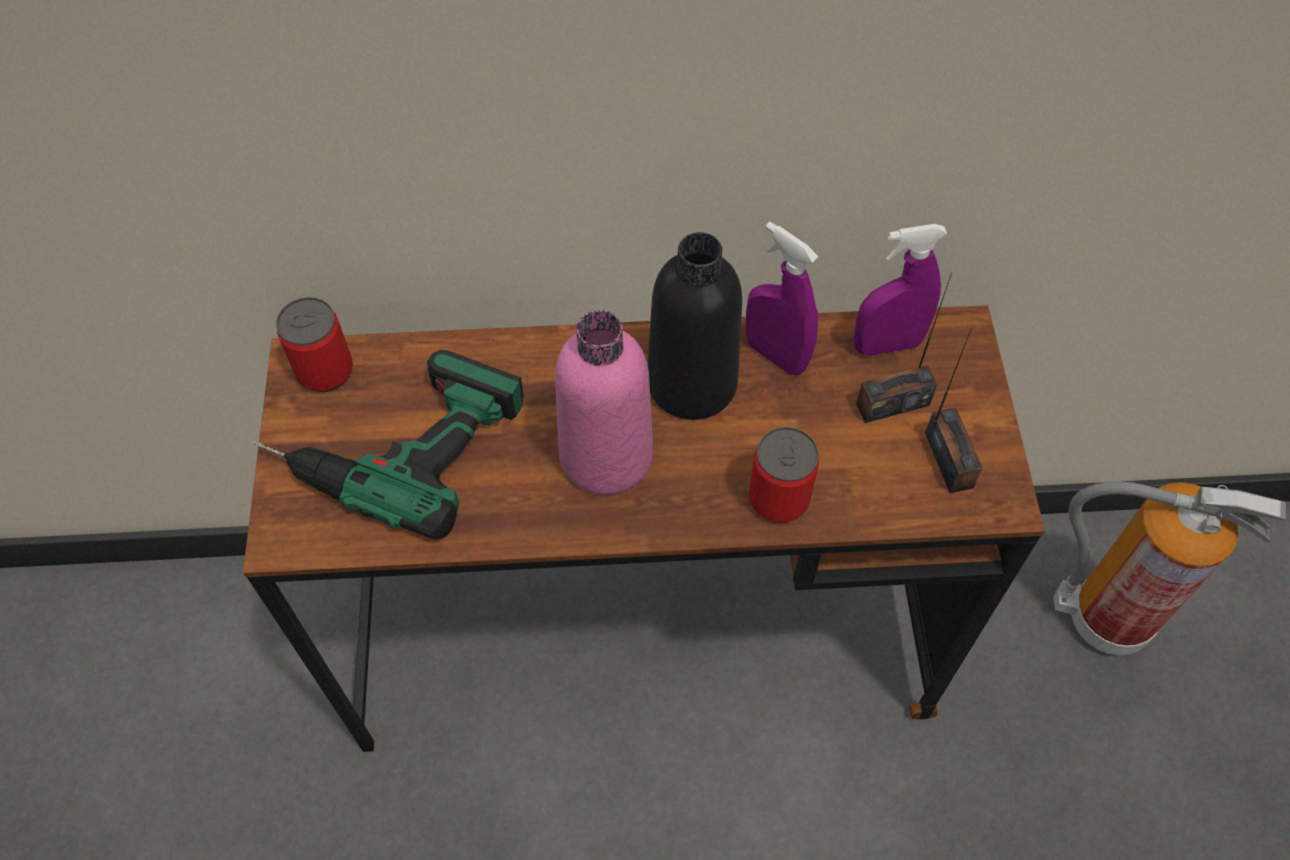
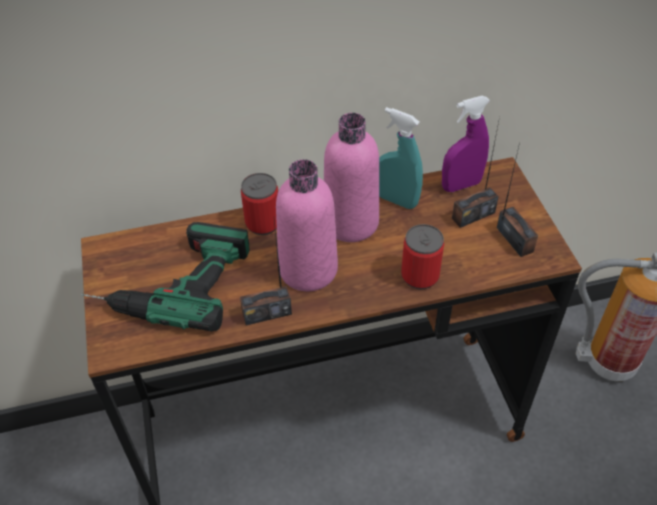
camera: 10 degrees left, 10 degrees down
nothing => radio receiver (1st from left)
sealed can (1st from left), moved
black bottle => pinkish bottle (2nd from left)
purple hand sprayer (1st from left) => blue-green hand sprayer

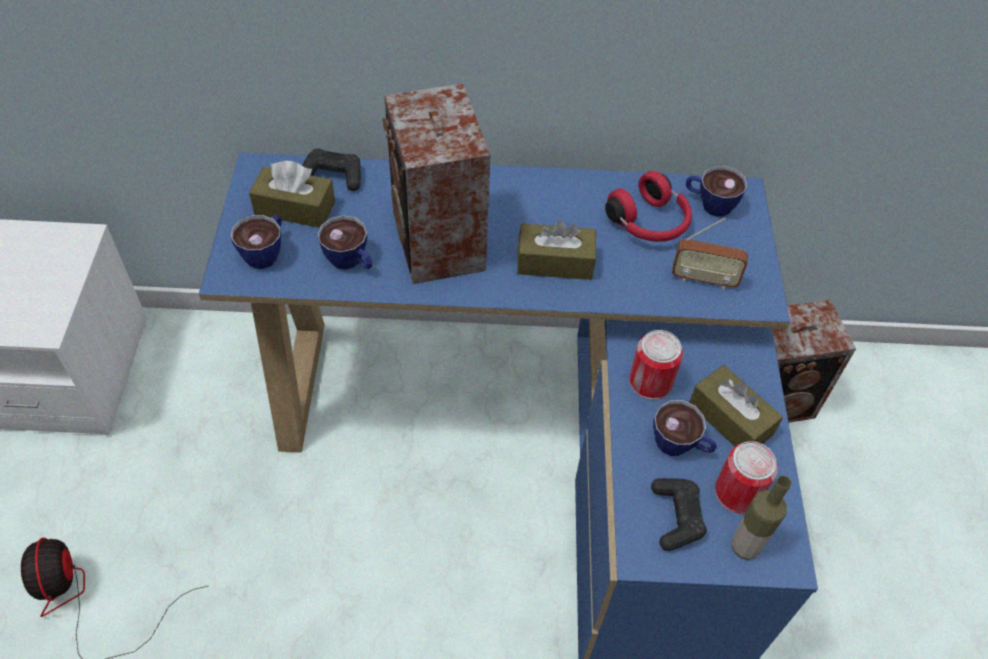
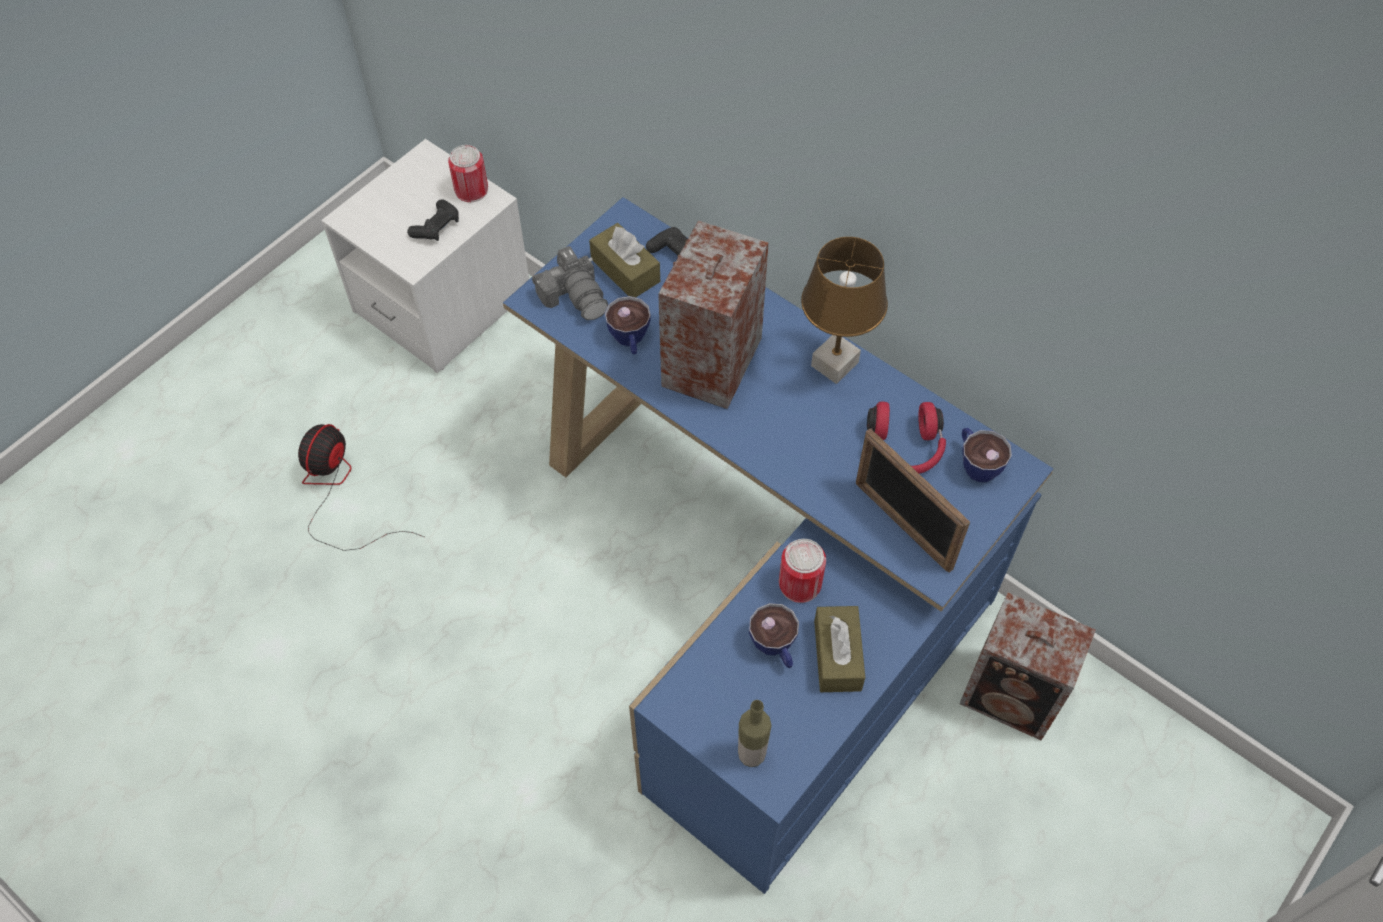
camera: 40 degrees right, 5 degrees up
brown-coloured box of tissues (2nd from left) => nothing
nothing => brown-coloured tabletop lamp
black joypad (2nd from left in the first image) => black joypad (1st from left), moved
sealed can (2nd from left in the first image) => sealed can (1st from left), moved
small cup (1st from left) => still camera
radio receiver => photo frame

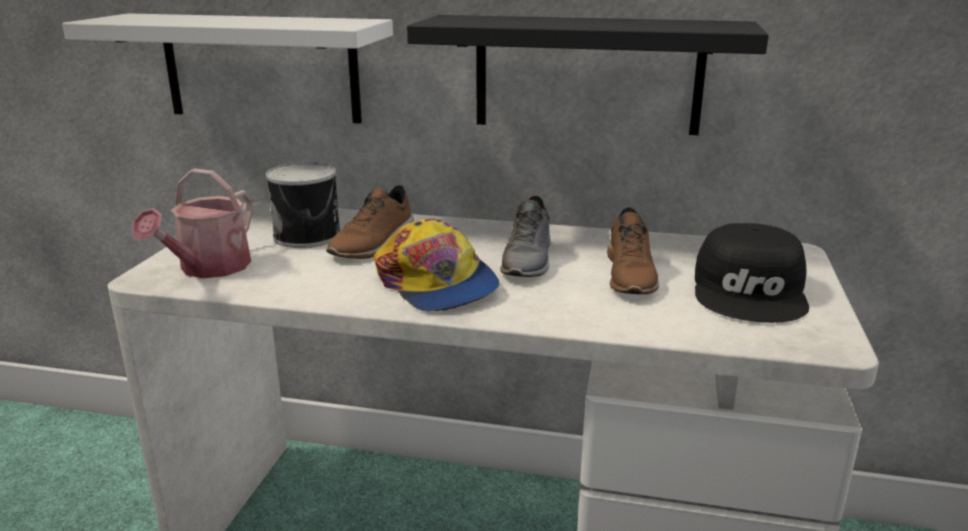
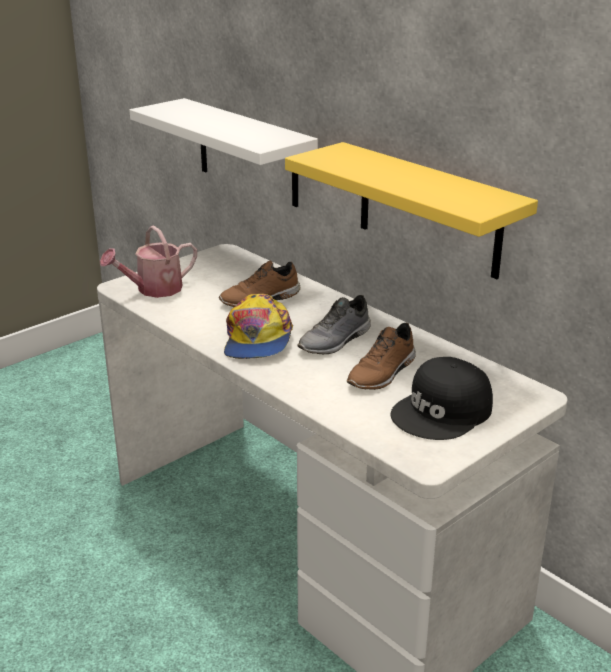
camera: 35 degrees right, 5 degrees up
sealed can => nothing
black bracket shelf => yellowish bracket shelf

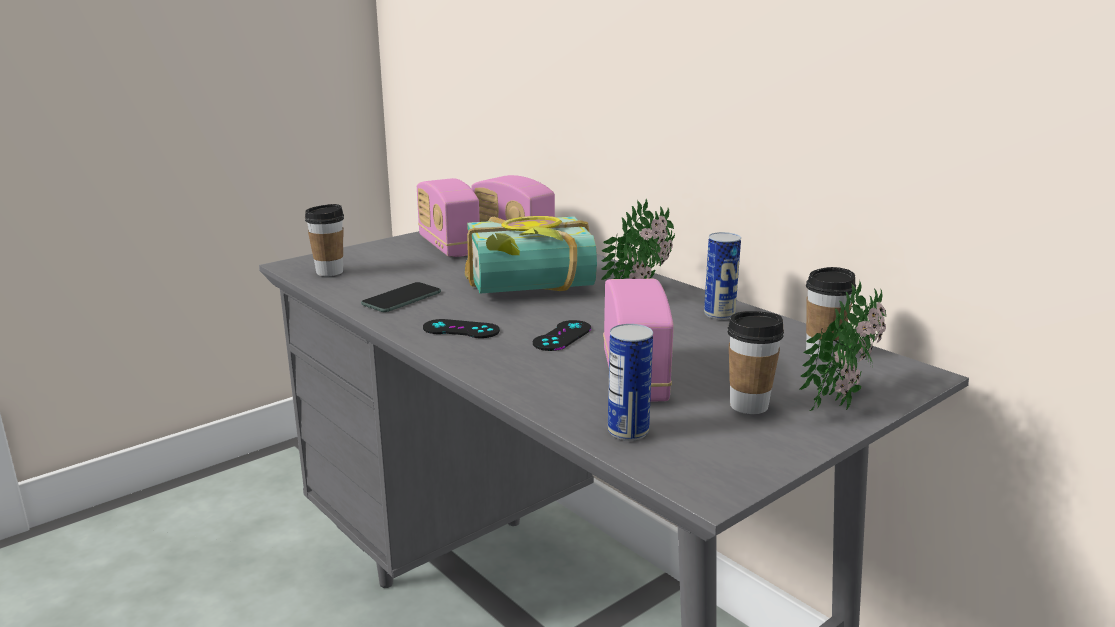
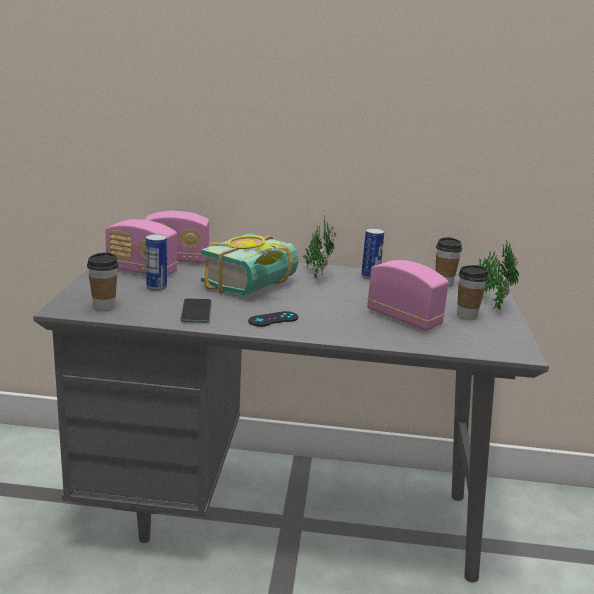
camera: 45 degrees left, 0 degrees up
black joypad (2nd from left) => nothing
sealed can (1st from left), moved

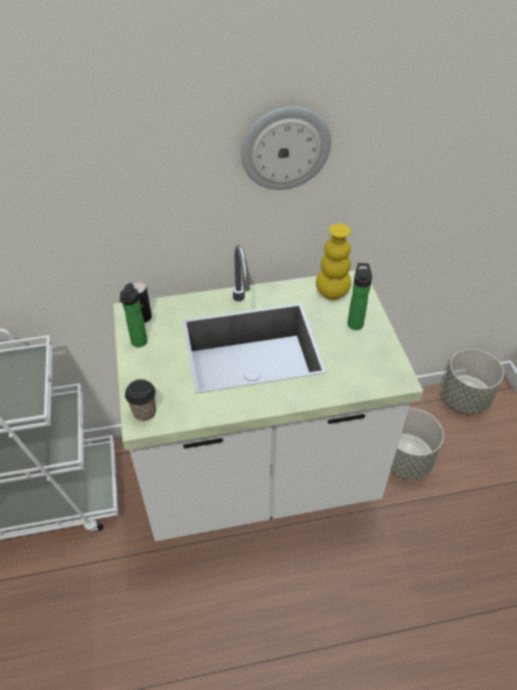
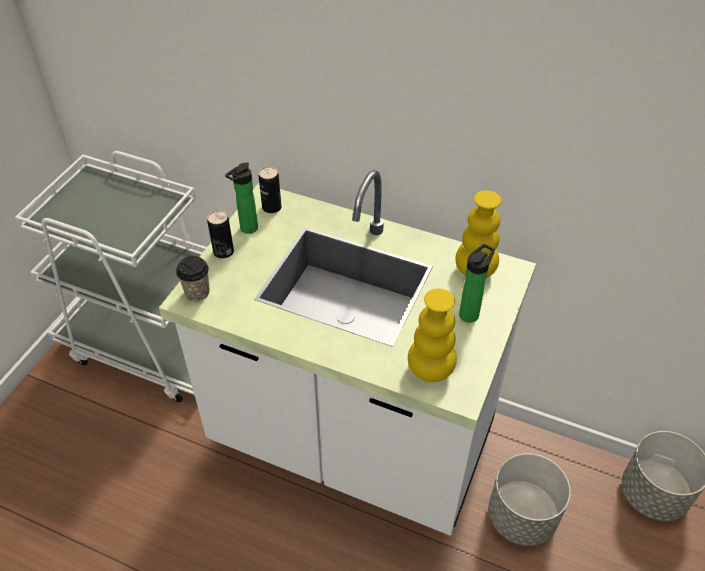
camera: 35 degrees right, 0 degrees up
clock on the wall => nothing
nothing => sealed can (1st from left)
nothing => yellowish decorative vase (1st from left)

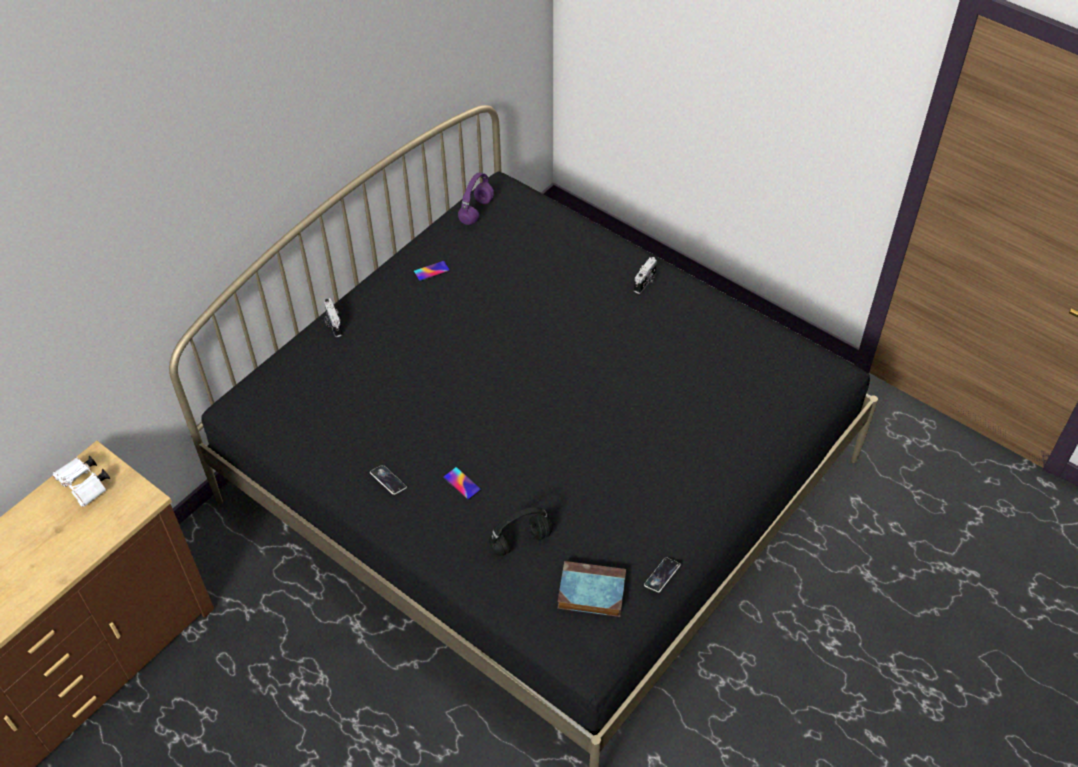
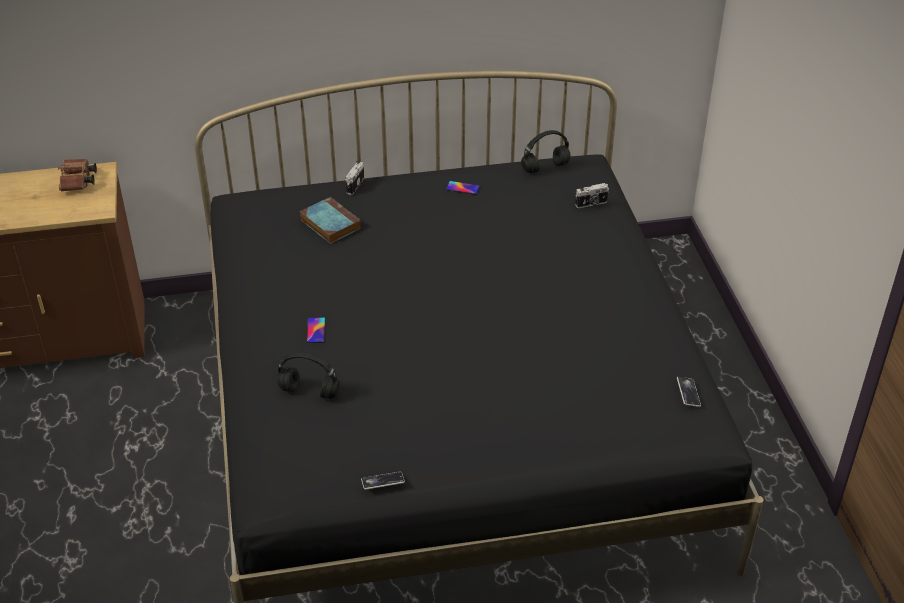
camera: 40 degrees right, 10 degrees down
telephone (1st from left in the first image) => telephone (4th from left), moved
bound book, moved
still camera (2nd from left), moved
white-coloured binoculars => brown-coloured binoculars
purple headphones => black headphones (2nd from left)

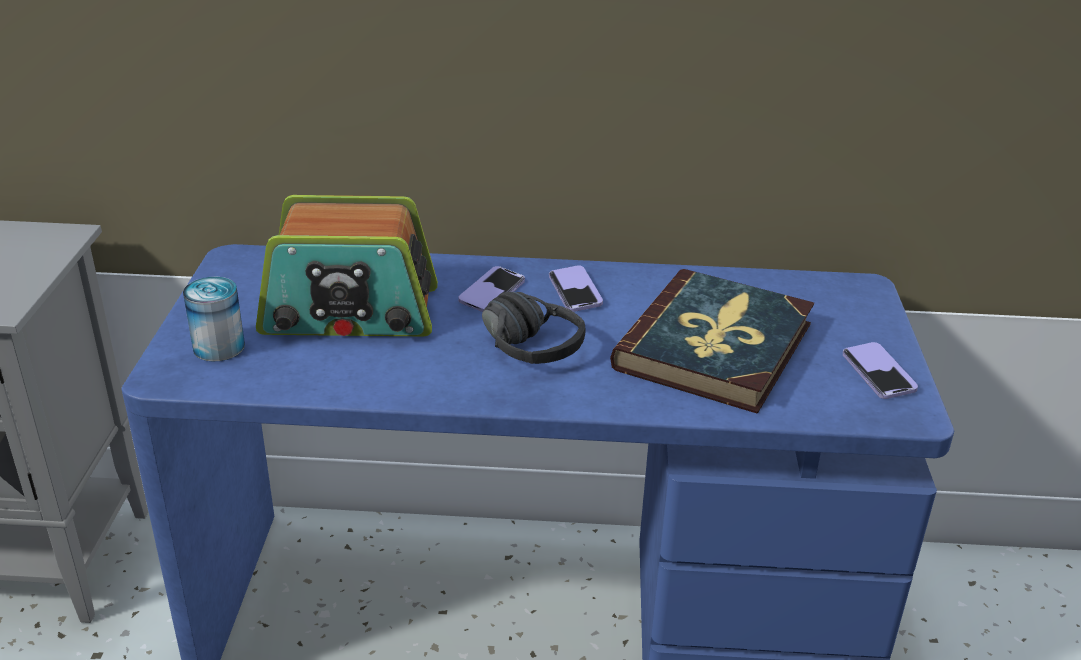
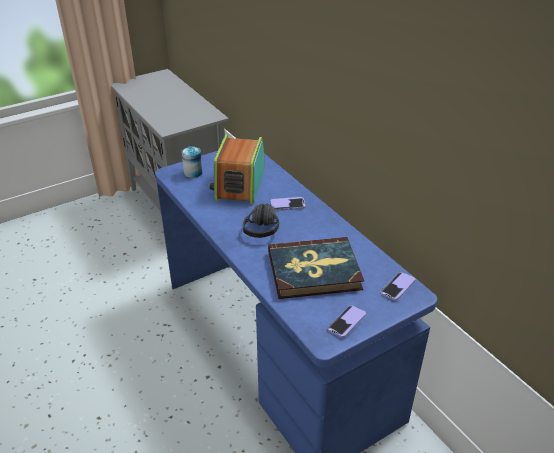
camera: 55 degrees right, 5 degrees up
telephone (2nd from left in the first image) => telephone (3rd from left), moved
radio receiver, 45 degrees clockwise

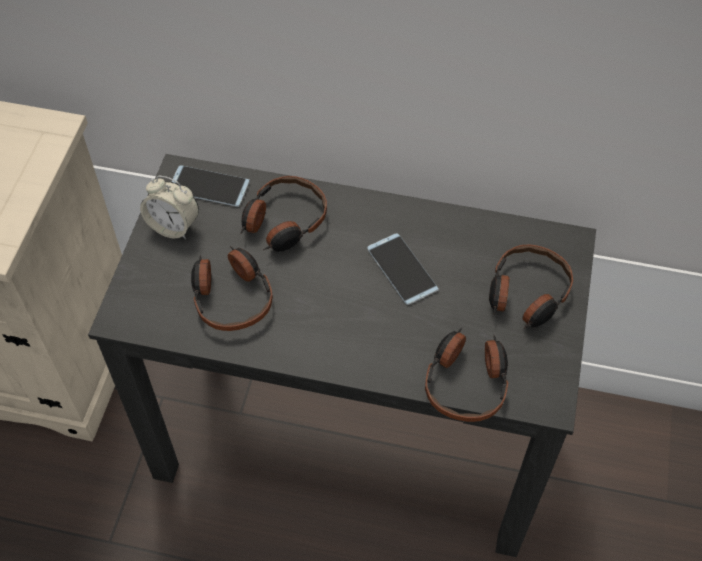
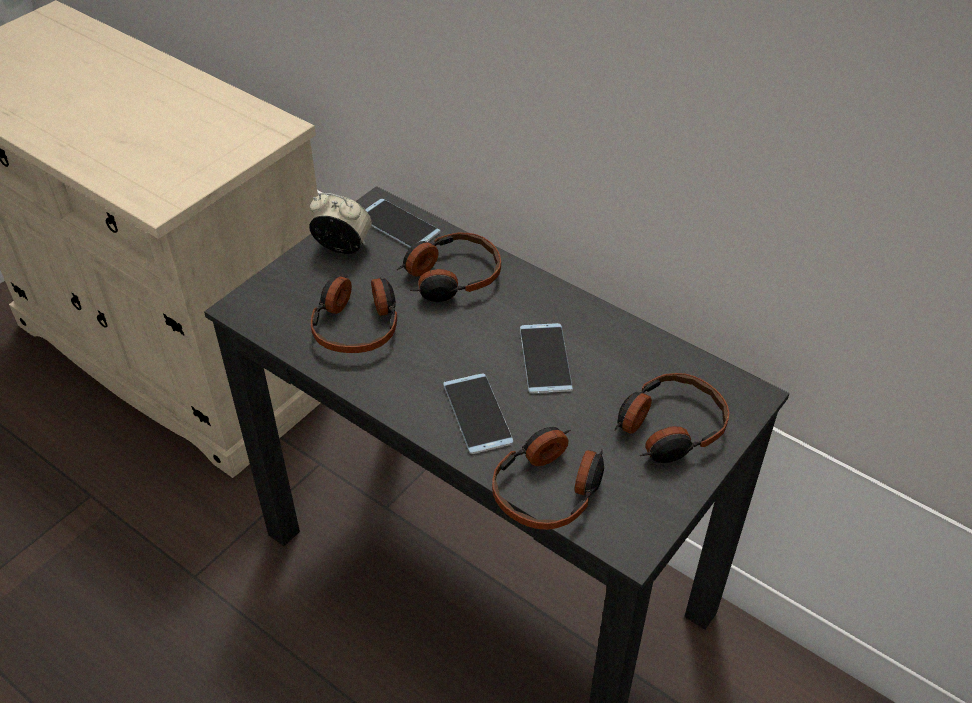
camera: 25 degrees right, 10 degrees down
nothing => telephone (2nd from left)
table clock, 150 degrees clockwise

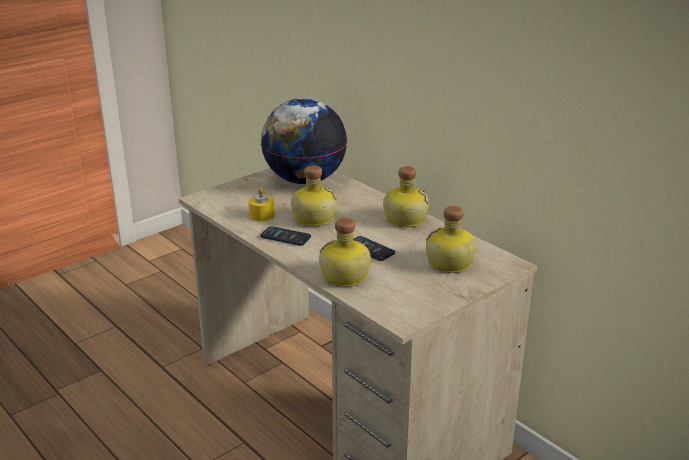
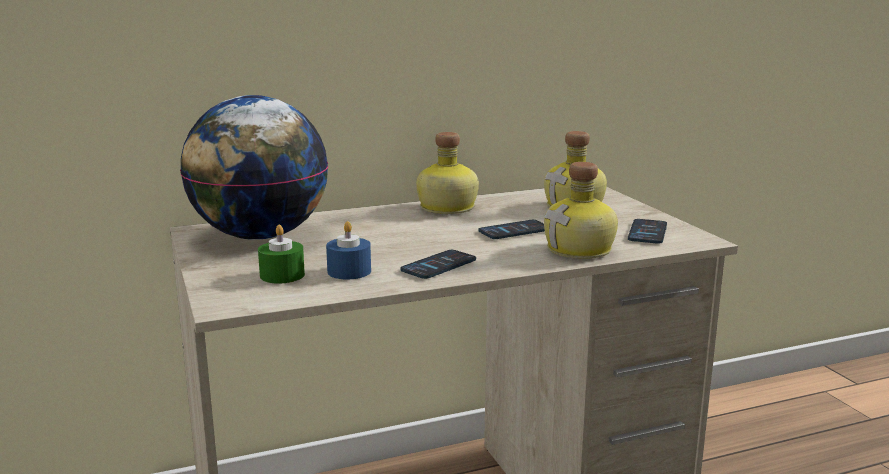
camera: 70 degrees left, 10 degrees down
bottle (1st from left) => nothing
nothing => greenish candle
nothing => telephone (3rd from left)
yellowish candle => bluish candle

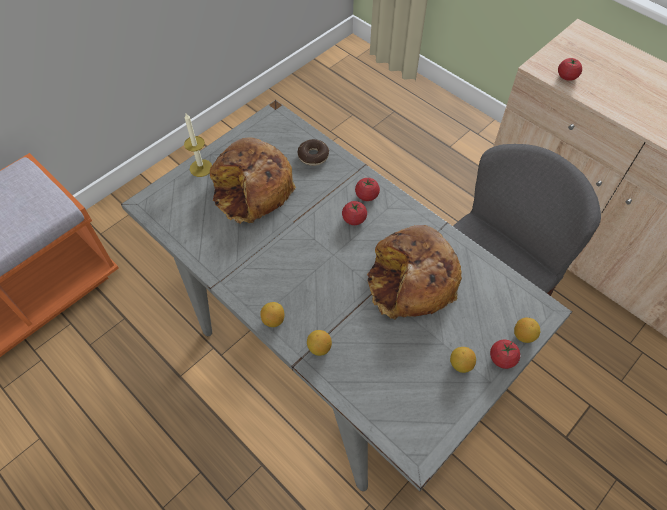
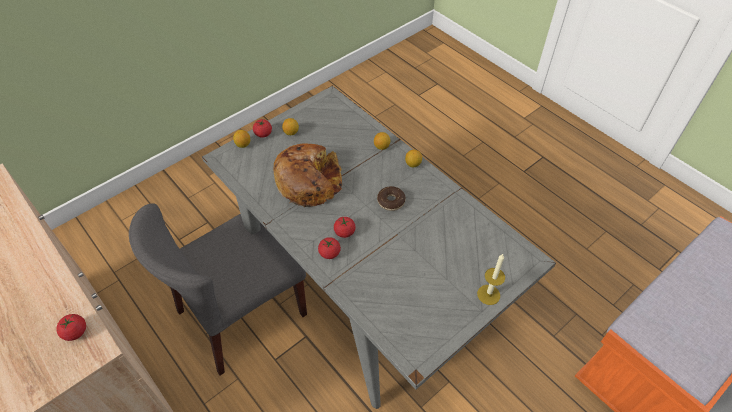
camera: 175 degrees left, 5 degrees down
bread (1st from left) => nothing
ring doughnut, moved

